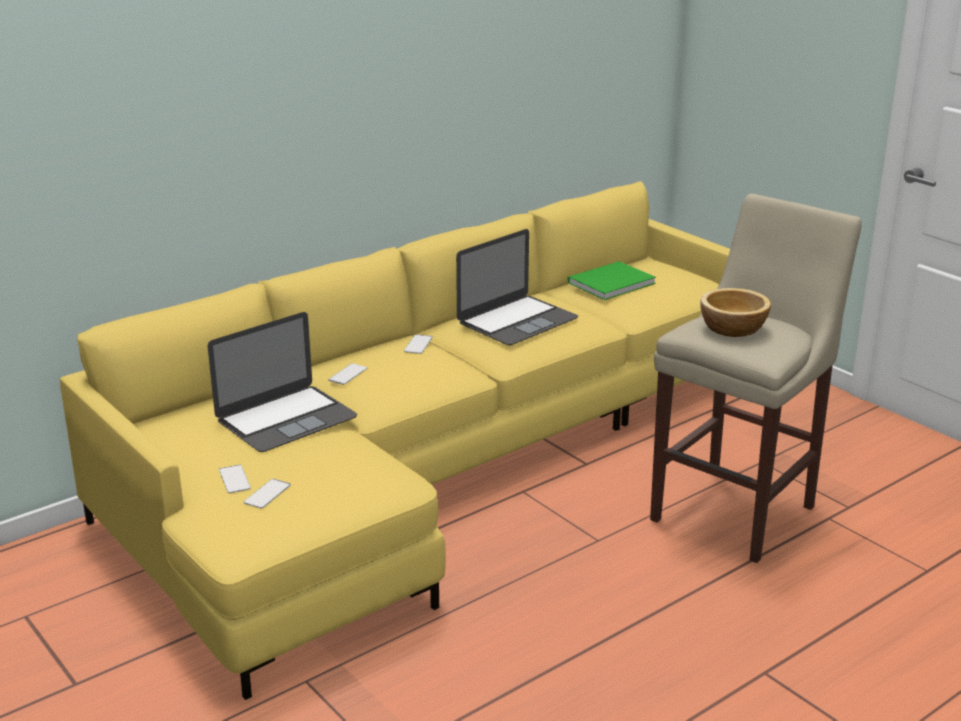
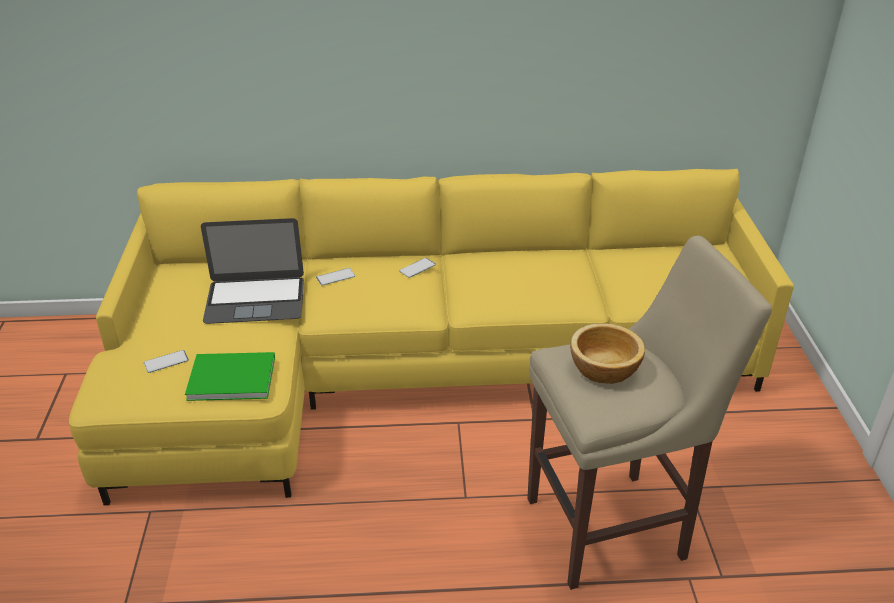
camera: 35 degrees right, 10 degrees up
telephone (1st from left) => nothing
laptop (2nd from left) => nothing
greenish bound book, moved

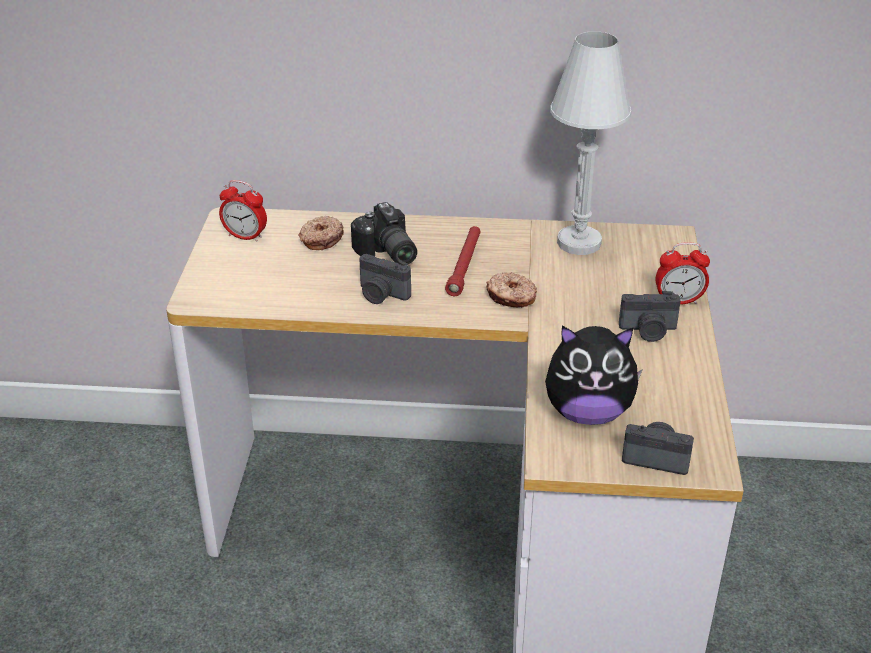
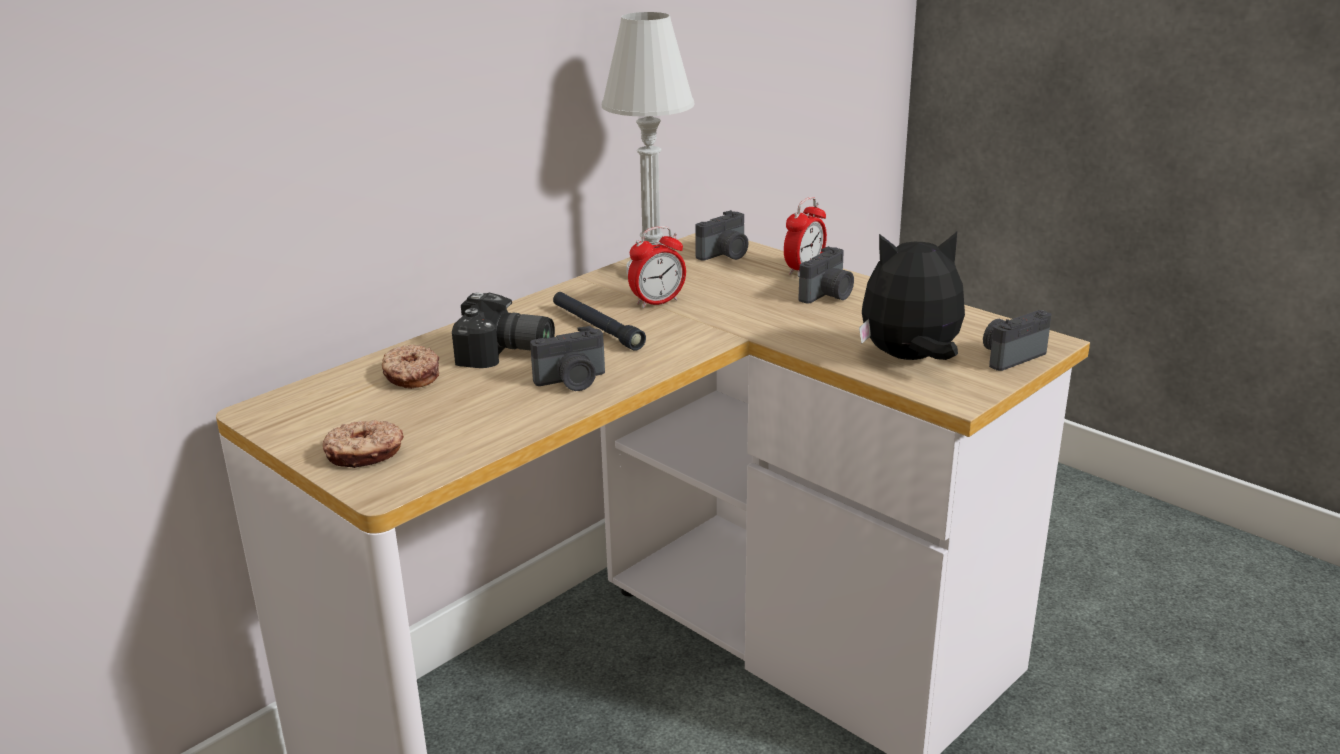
camera: 50 degrees left, 10 degrees down
nothing => still camera (3rd from left)
table clock (1st from left), moved
ring doughnut (2nd from left in the first image) => ring doughnut (1st from left), moved
red hand torch => black hand torch
soft toy, 135 degrees counterclockwise

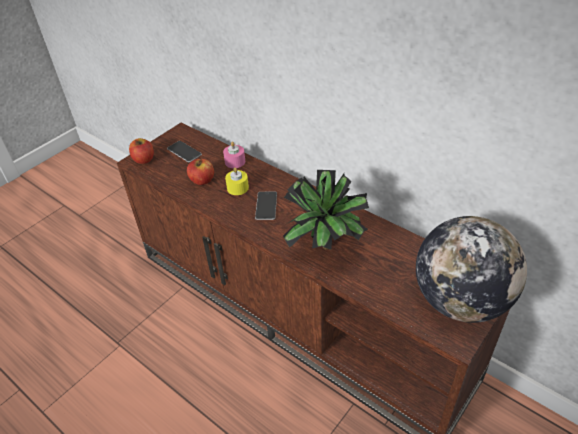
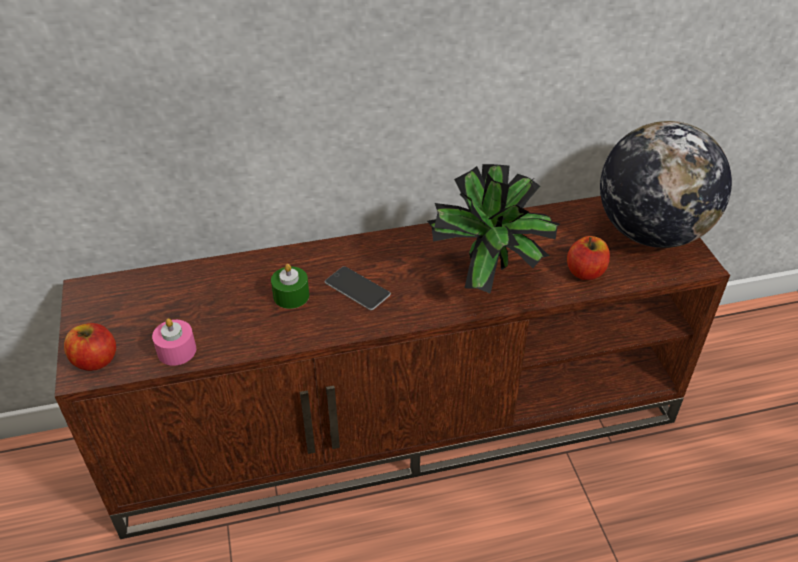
camera: 55 degrees left, 0 degrees up
telephone (1st from left) => nothing
whole apple (2nd from left), moved
pinkish candle, moved
yellowish candle => greenish candle

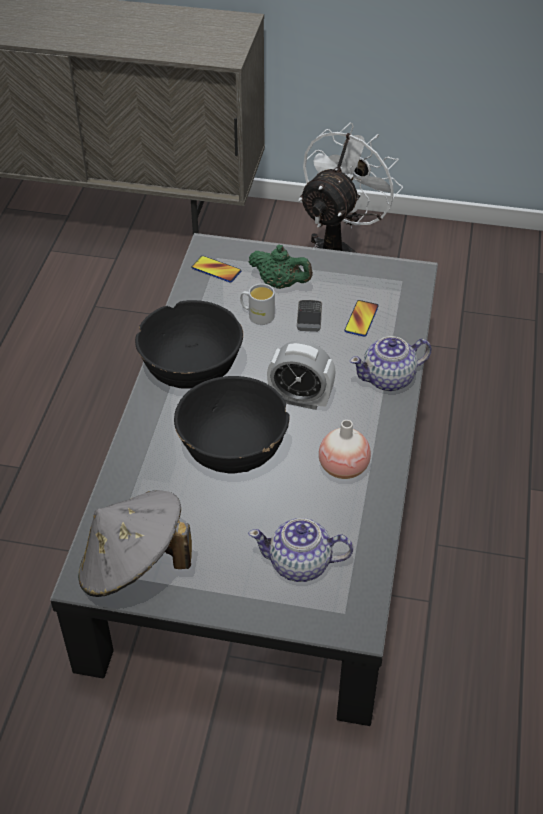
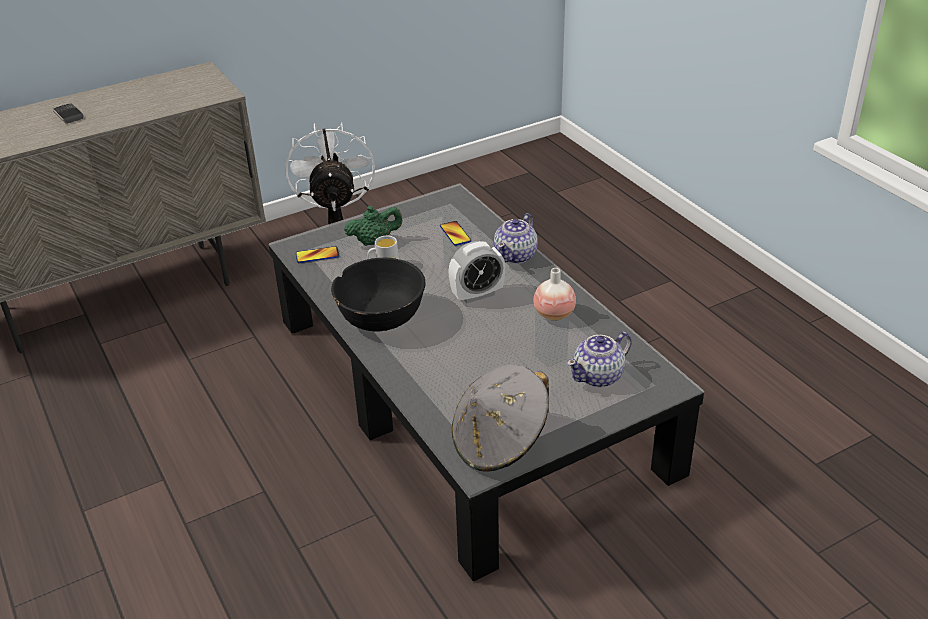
camera: 40 degrees left, 10 degrees down
black serving bowl (2nd from left) => nothing
telephone (2nd from left in the first image) => telephone (1st from left), moved

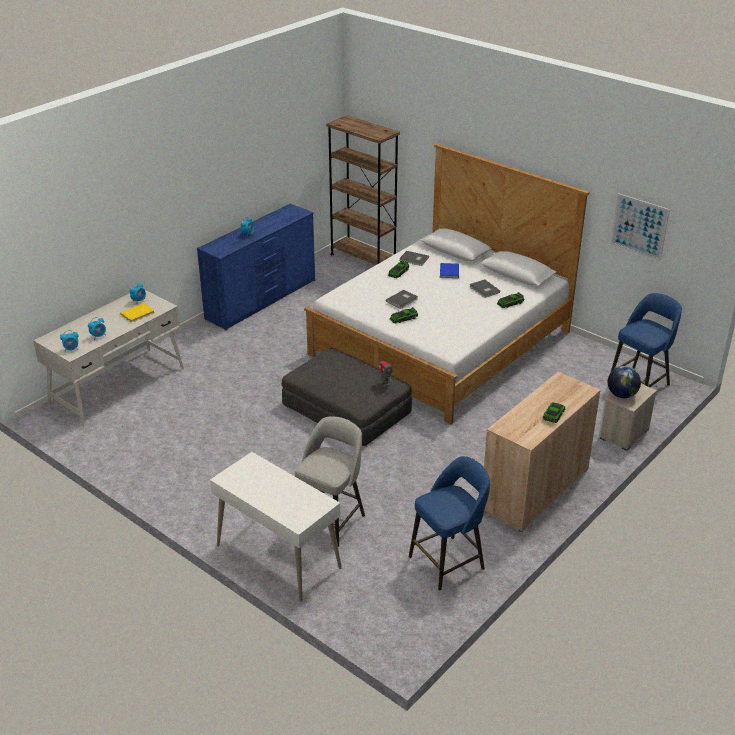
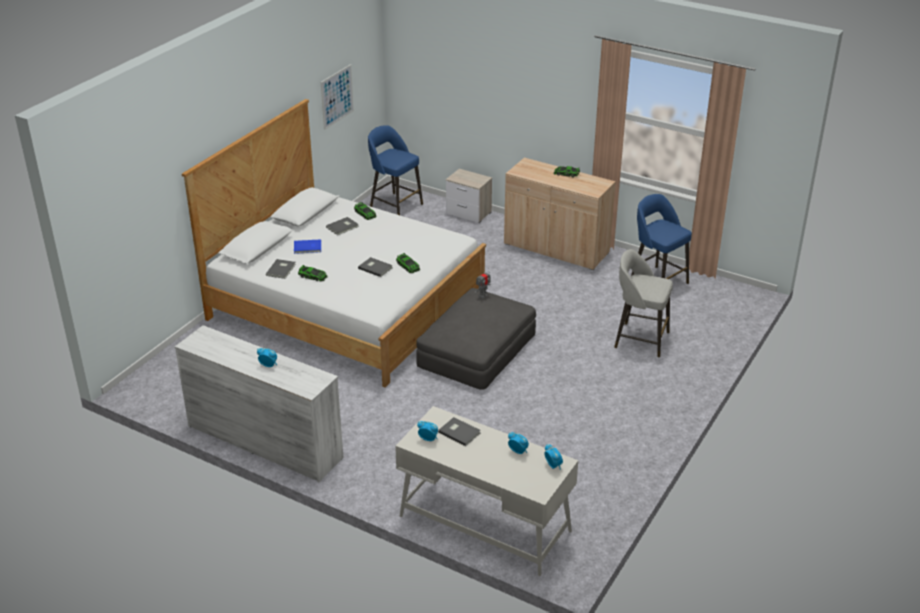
camera: 100 degrees left, 0 degrees up
white-coloured desk table (2nd from left) => nothing
brown-coloured shelving unit => nothing
desk globe => nothing
yellowish bound book => greyish bound book (4th from left)
bluish chest of drawers => white-coloured chest of drawers

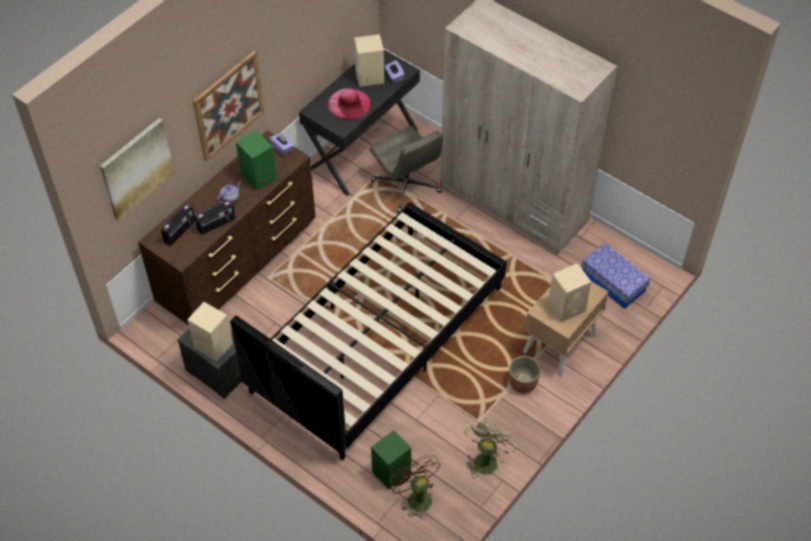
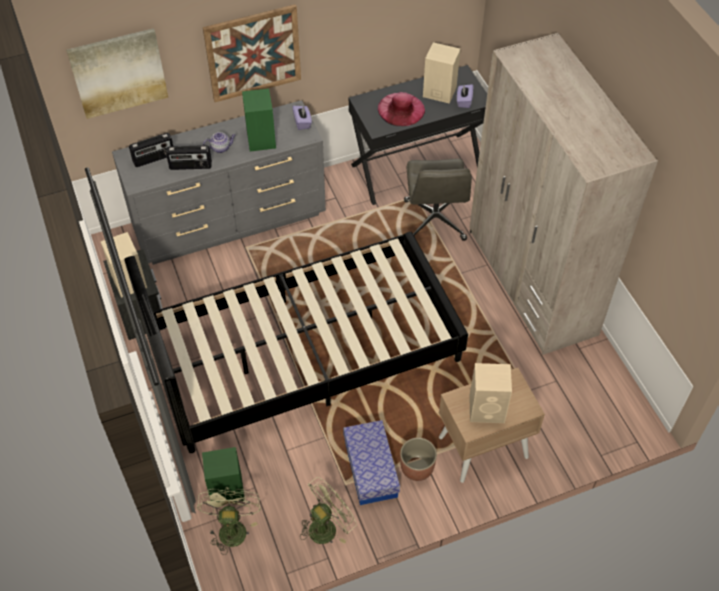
camera: 30 degrees right, 0 degrees up
storage container, moved
brown-coloured chest of drawers => greyish chest of drawers
brown-coloured fan => greenish fan (1st from left)

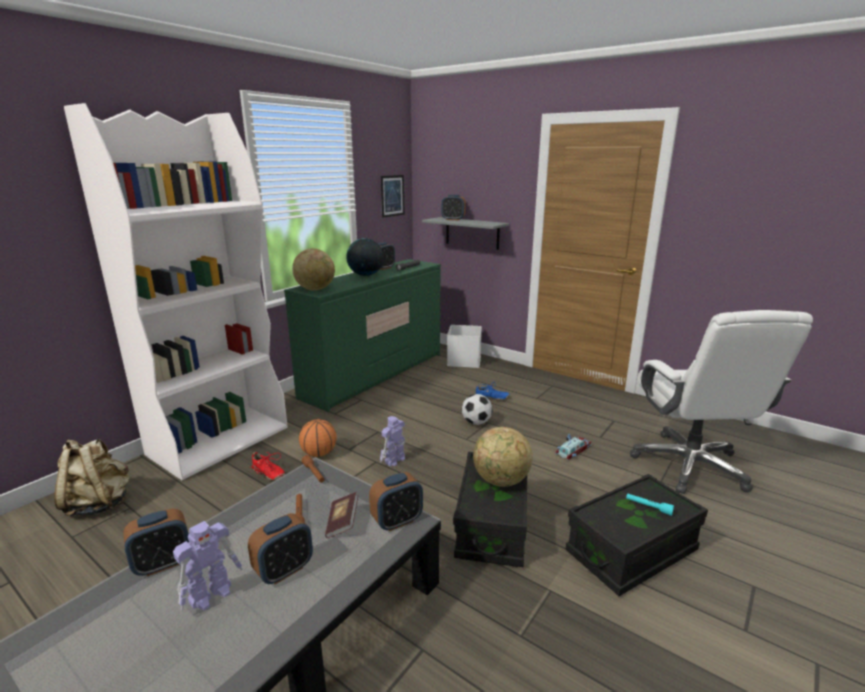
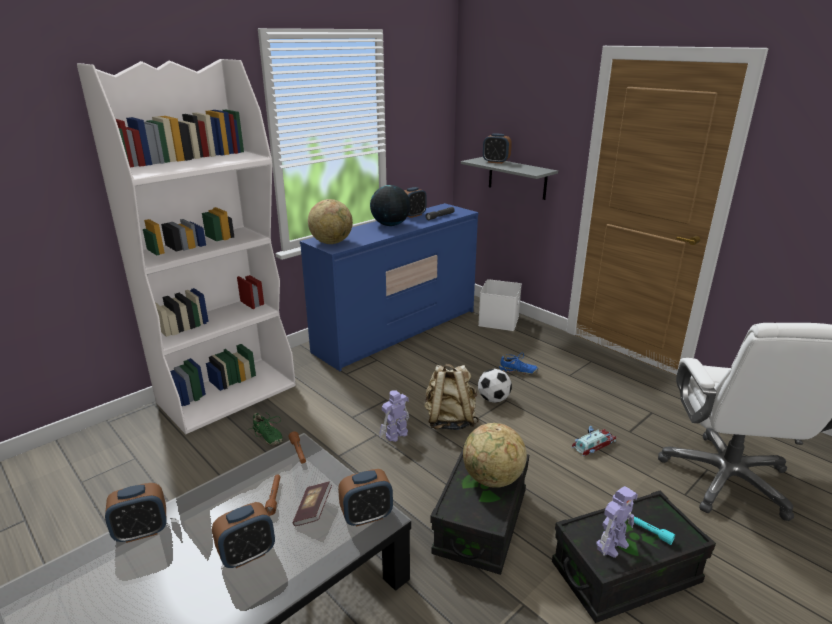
camera: 10 degrees right, 5 degrees up
basketball ball => nothing
picture => nothing
beige-coloured backpack, moved
model robot (1st from left in the first image) => model robot (2nd from left), moved
red item of footwear => greenish item of footwear
greenish chest of drawers => bluish chest of drawers

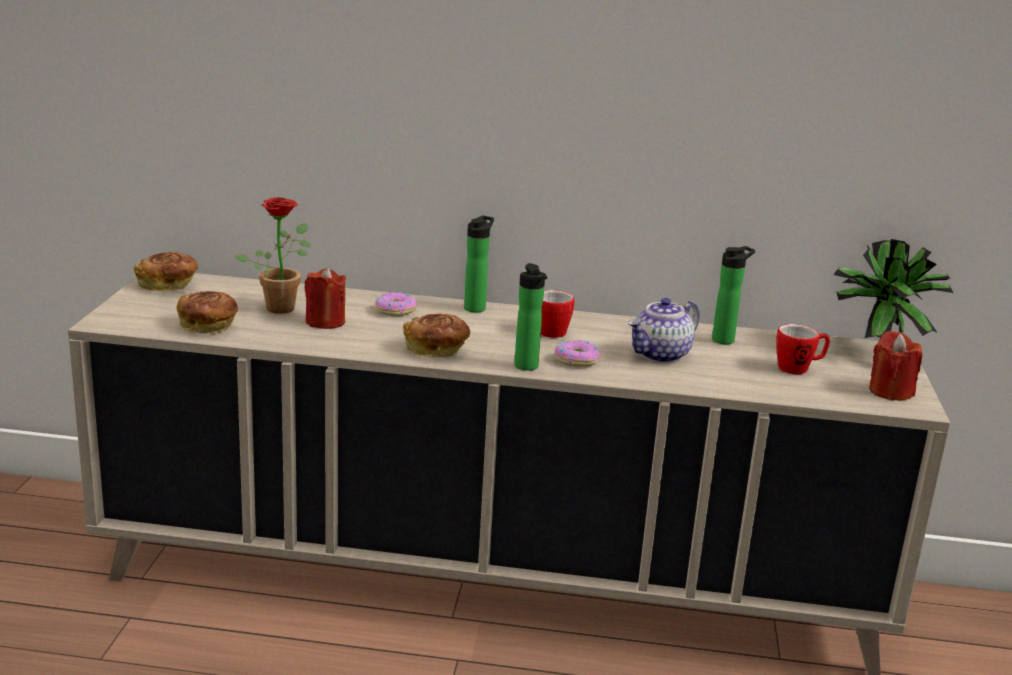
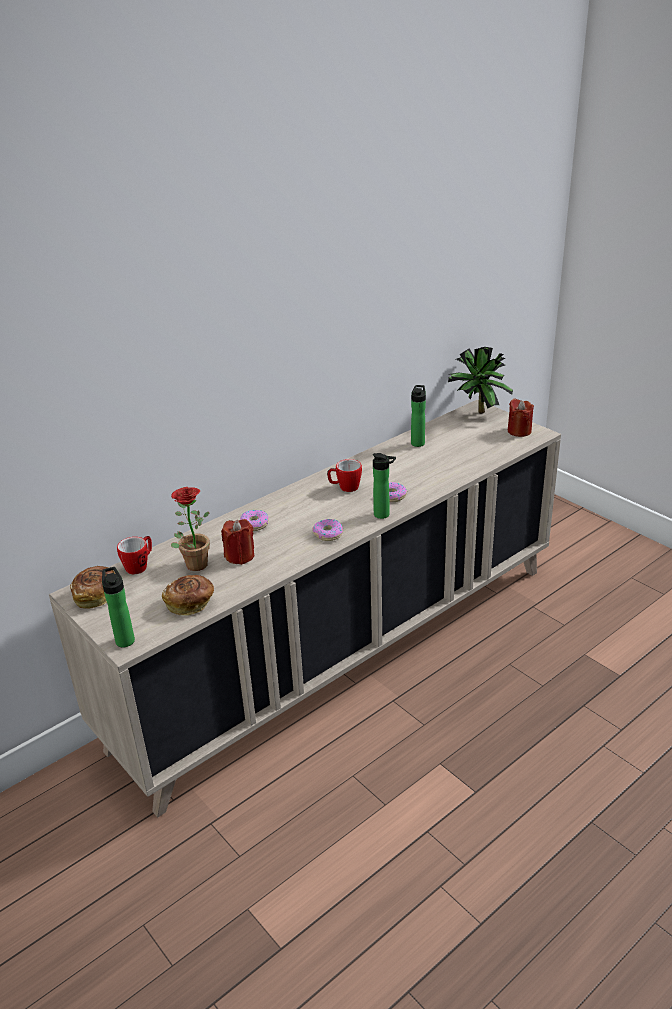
camera: 45 degrees left, 10 degrees up
teapot => nothing
bottle (1st from left), moved
tea mug (2nd from left in the first image) => tea mug (1st from left), moved
bread (3rd from left) => ring doughnut (2nd from left)

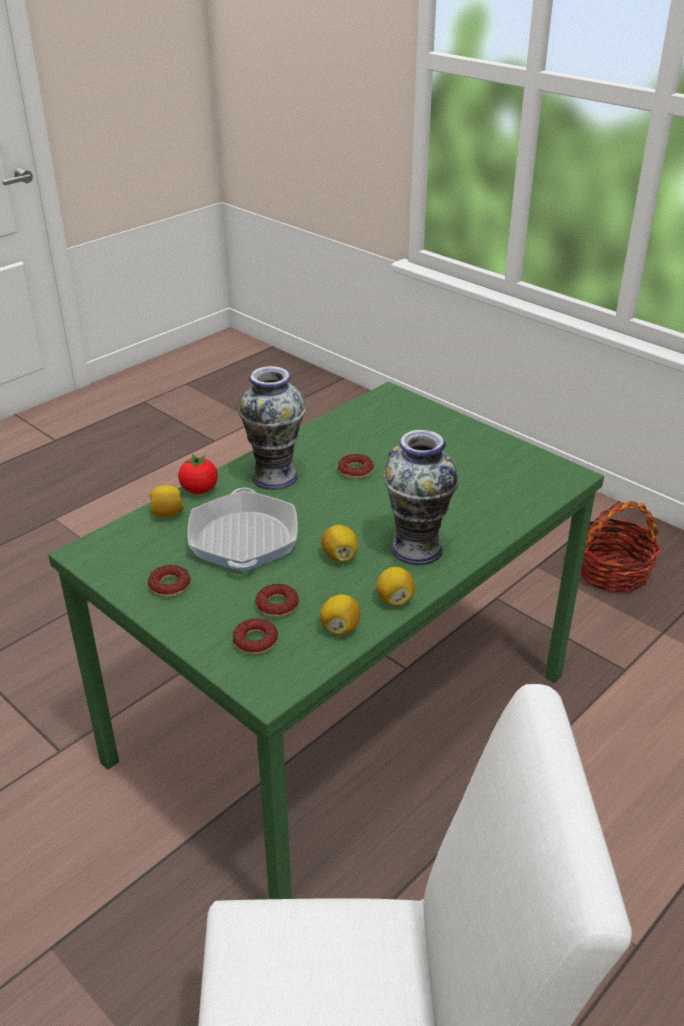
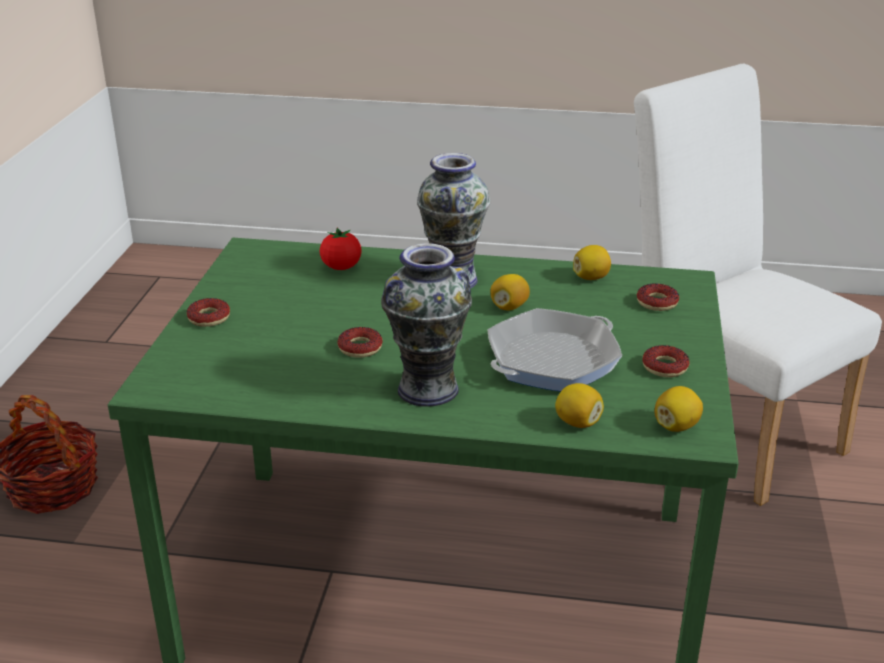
camera: 125 degrees left, 5 degrees down
tomato, moved
ring doughnut (3rd from left in the first image) => ring doughnut (1st from left), moved
whole lemon (4th from left), moved

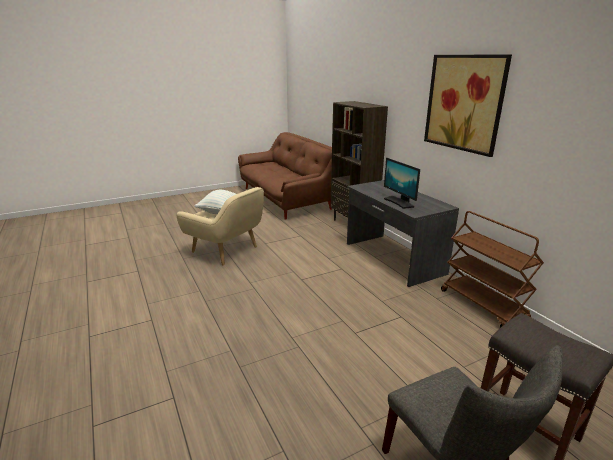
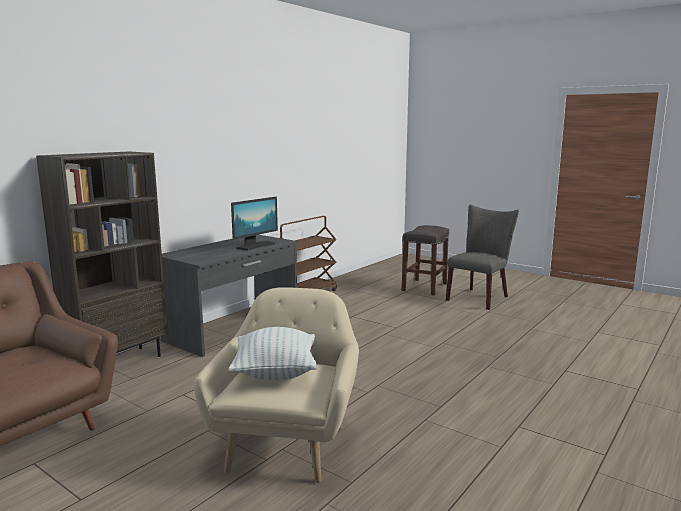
camera: 115 degrees left, 10 degrees down
picture => nothing

